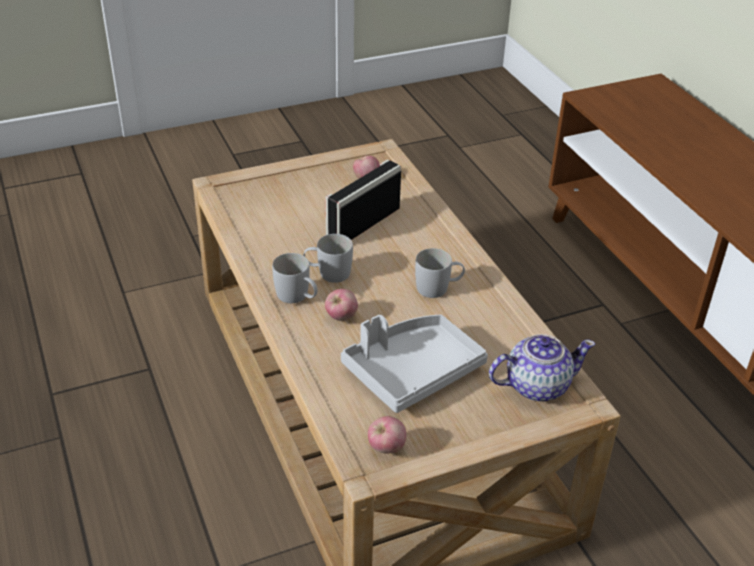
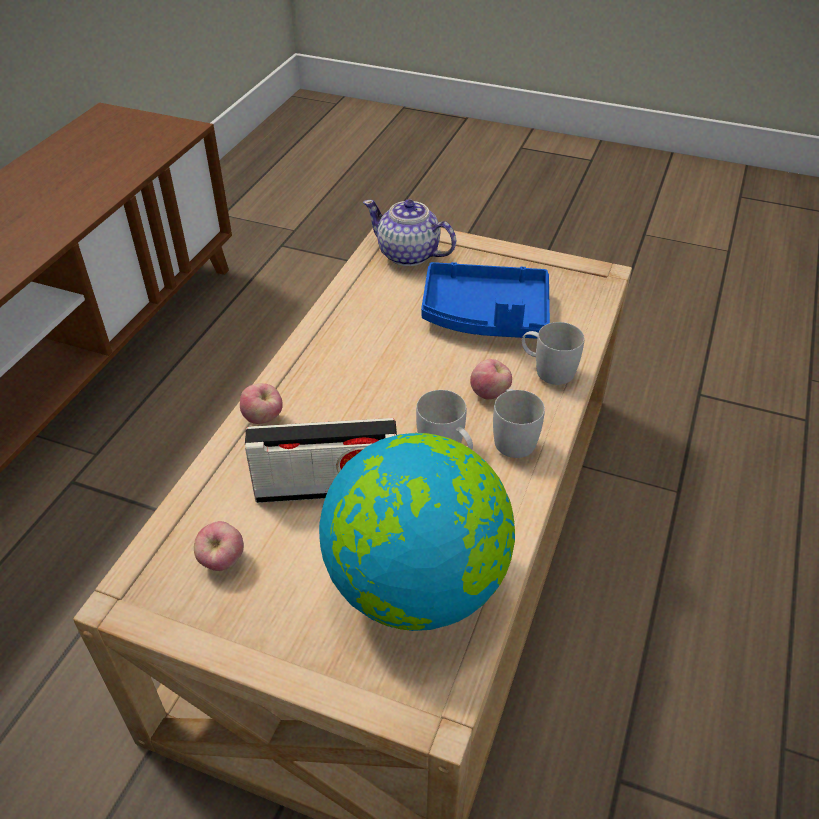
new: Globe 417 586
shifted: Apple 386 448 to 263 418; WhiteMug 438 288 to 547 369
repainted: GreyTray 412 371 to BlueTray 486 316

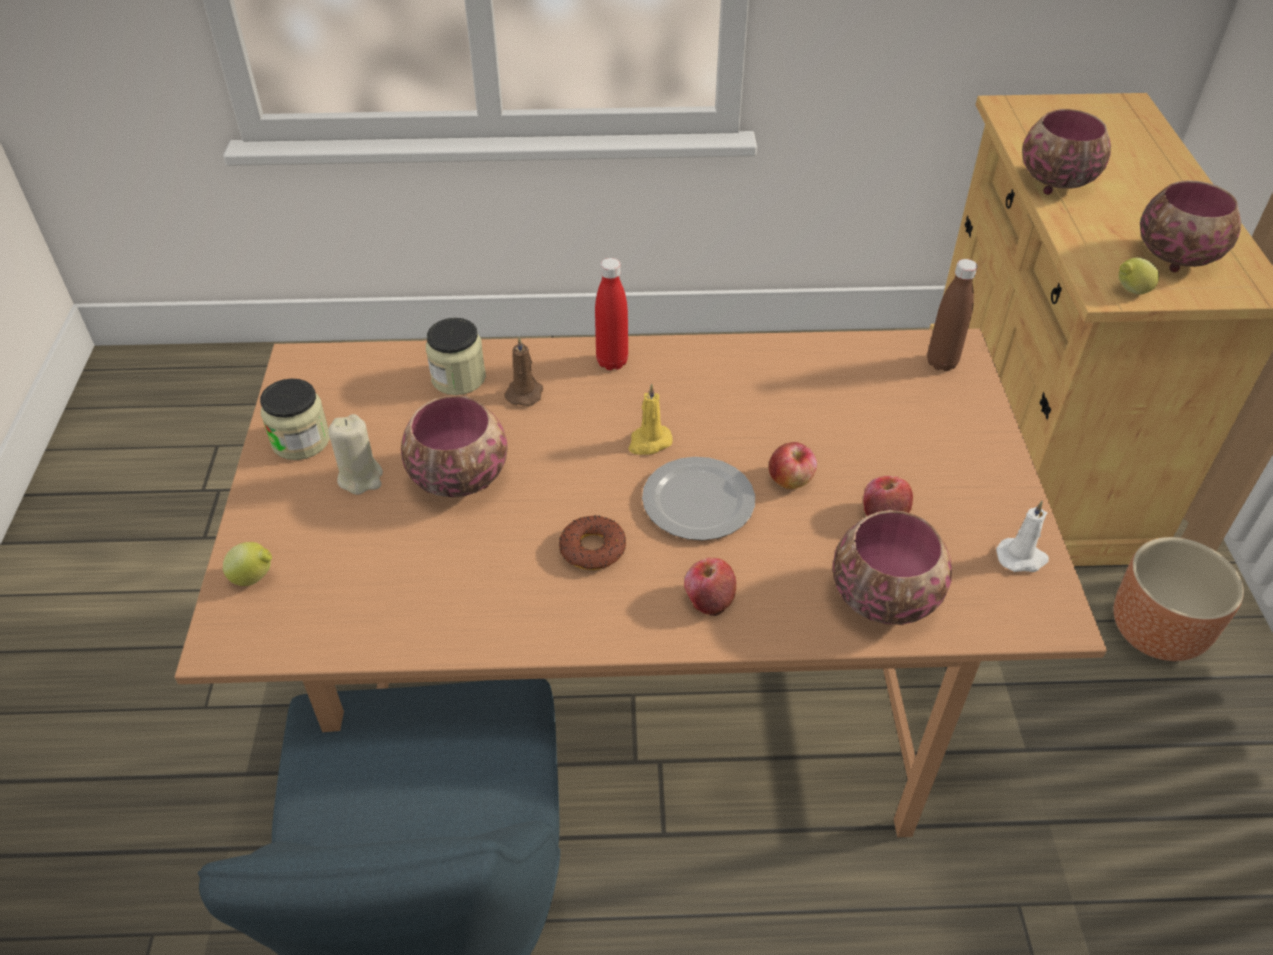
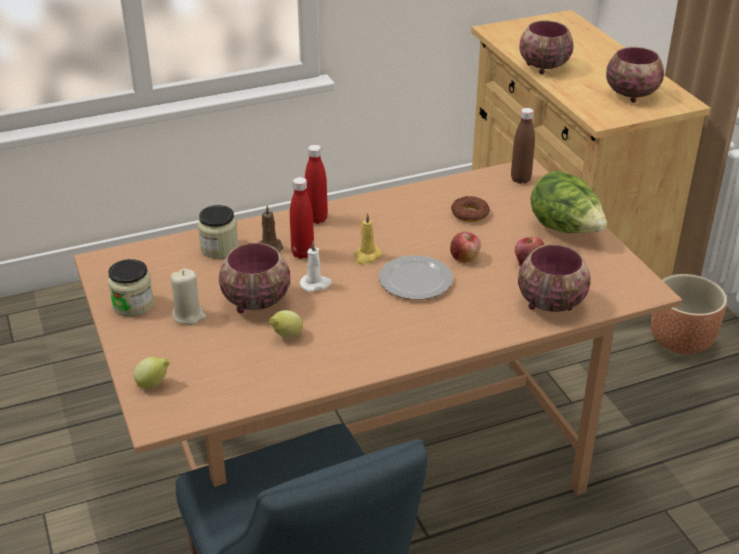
gone: Apple 709 599
new: RedBottle 302 253; Lettuce 565 229
shifted: Donut 592 548 to 469 214; WhiteCandle 1022 558 to 316 284; Lemon 1130 291 to 286 336

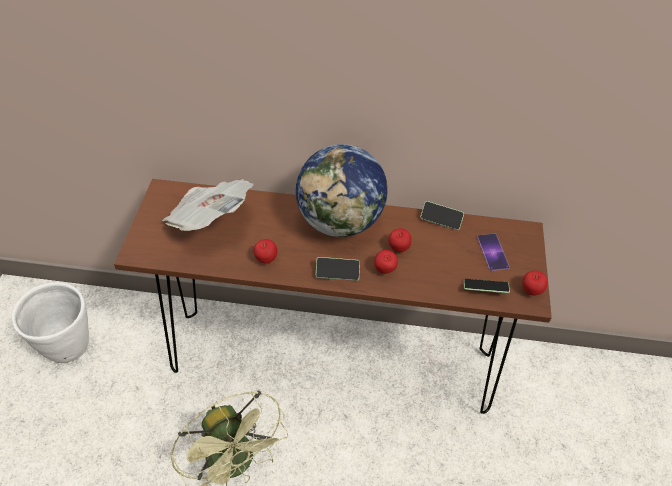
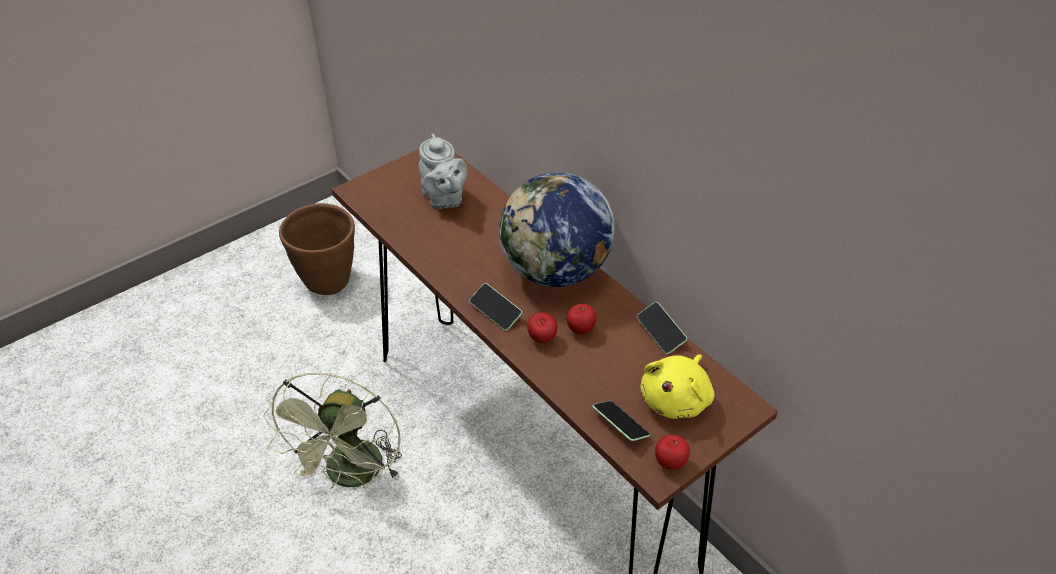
gone: Apple 266 259
swapped: Newspaper 210 219 to GreyTeapot 444 199; Phone 492 252 to YellowPlushToy 676 399
repainted: WhitePlanter 69 347 to BrownPlanter 329 282

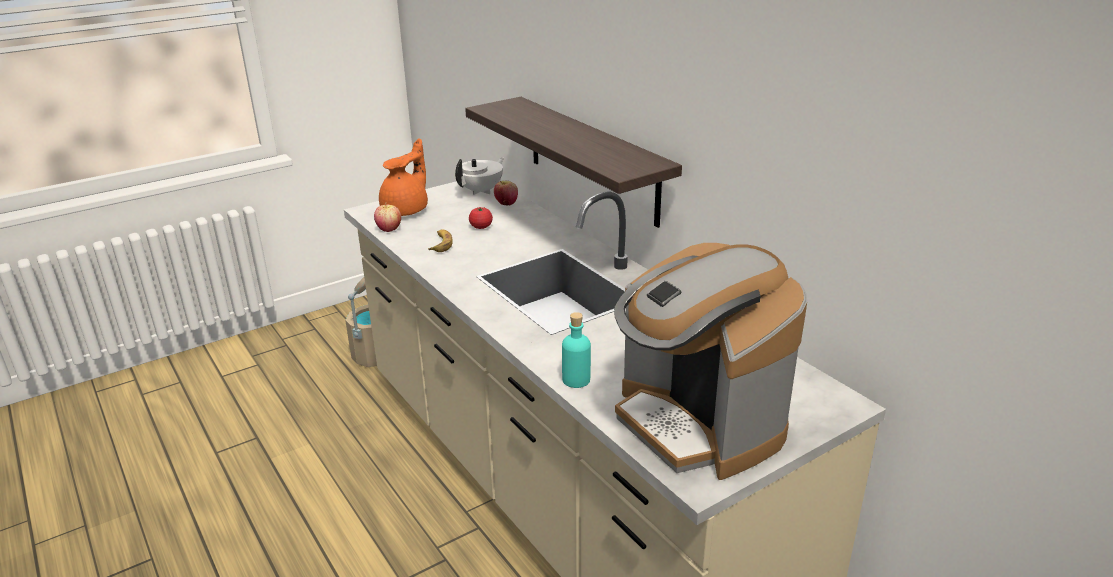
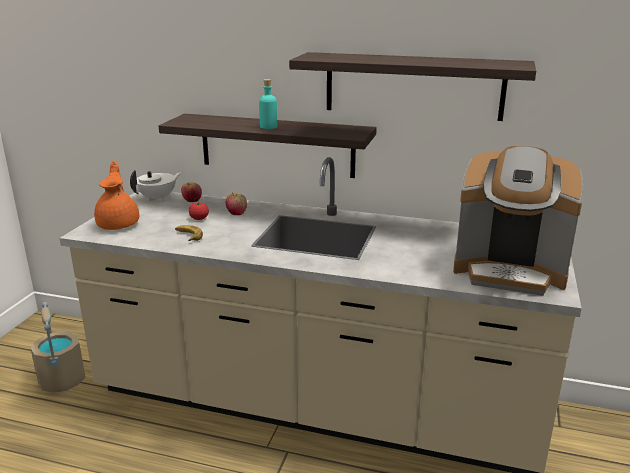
new: Shelf 413 86
shifted: Apple 389 229 to 236 213; TurquoiseBottle 576 380 to 268 127
rotated: WhiteTeapot 481 191 = 158 198 45 degrees clockwise

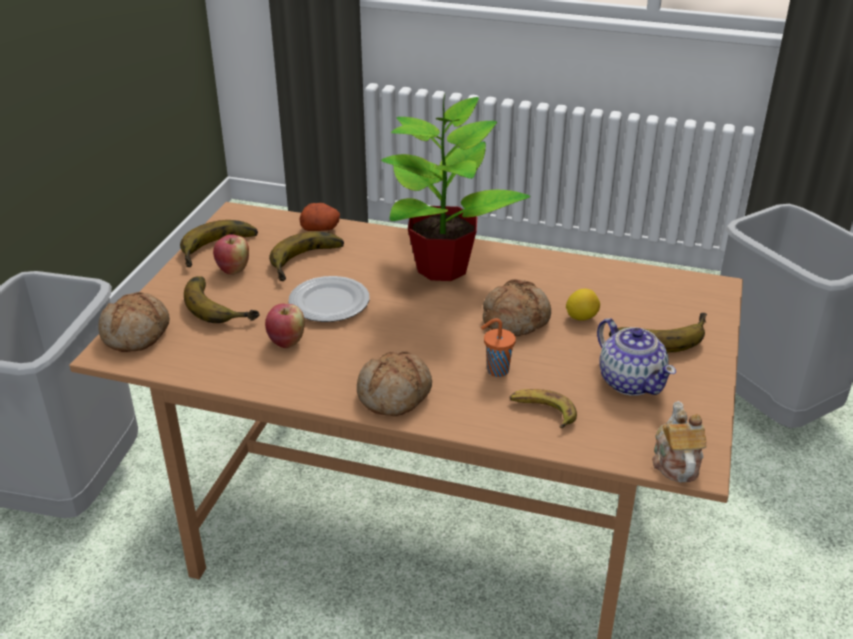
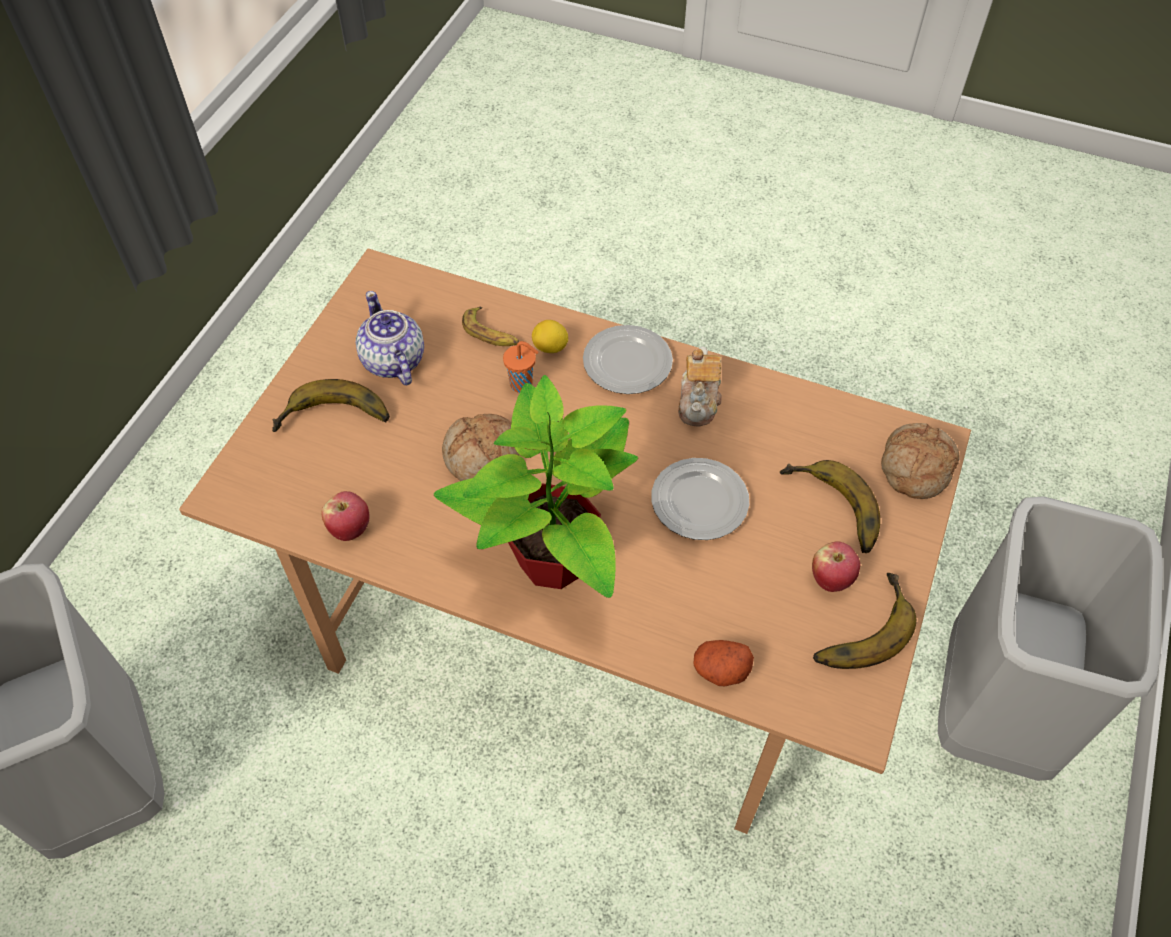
gone: Banana 310 262
shifted: Apple 286 342 to 350 529; Lemon 581 317 to 550 348; Teapot 675 461 to 699 401
swapped: Bread 395 395 to Plate 627 362

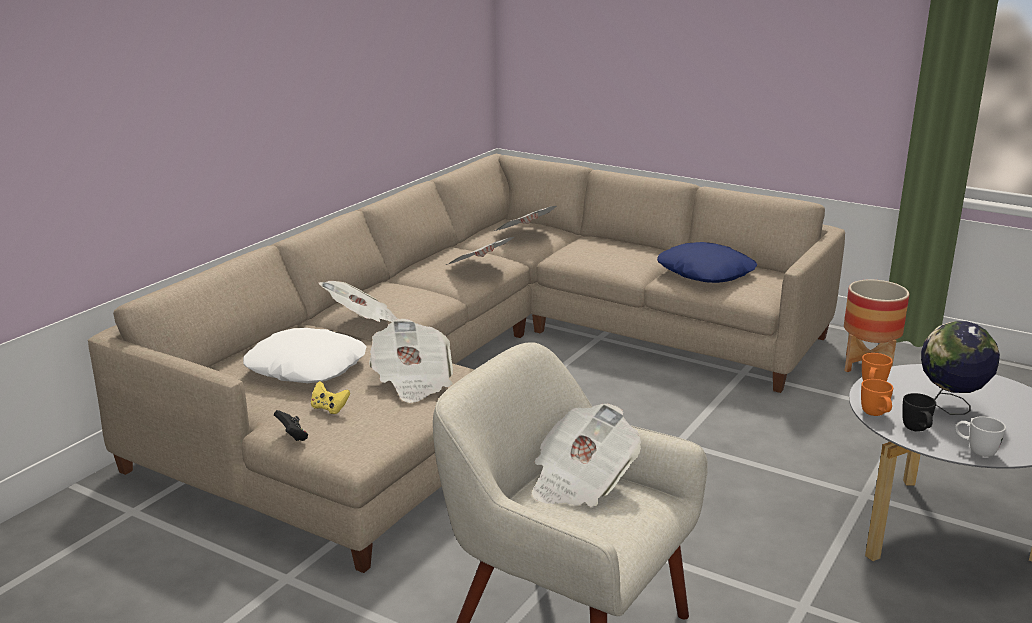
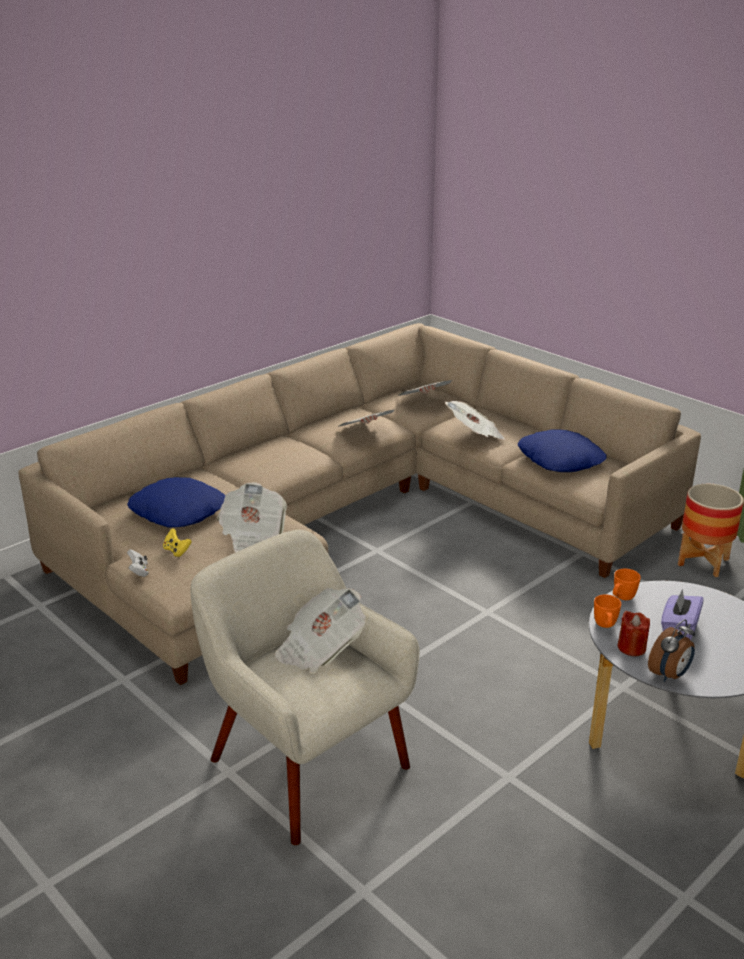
shifted: Newspaper 363 322 to 475 435
swapped: BlackMug 917 431 to RedCandle 631 647; Globe 950 407 to PurpleTissueBox 678 629; WhiteMug 975 451 to AlarmClock 669 675
repainted: WhitePillow 307 367 to BluePillow 179 511; BlackGameController 292 436 to WhiteGameController 139 571

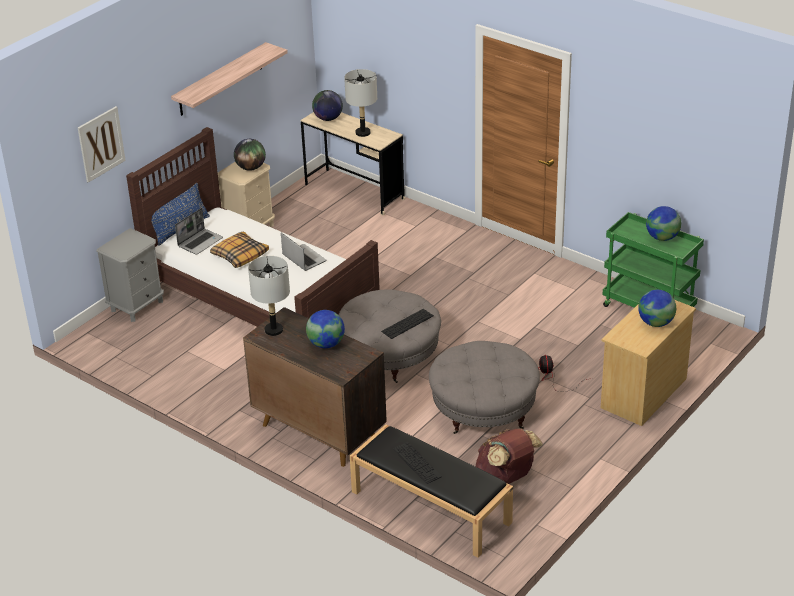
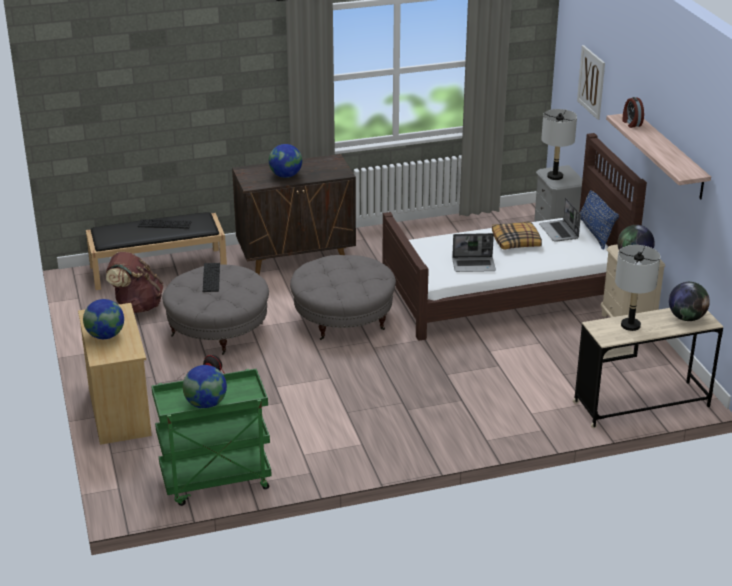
new: AlarmClock 631 123
shifted: GreyTableLamp 274 330 to 554 176; Keyboard 407 323 to 211 277

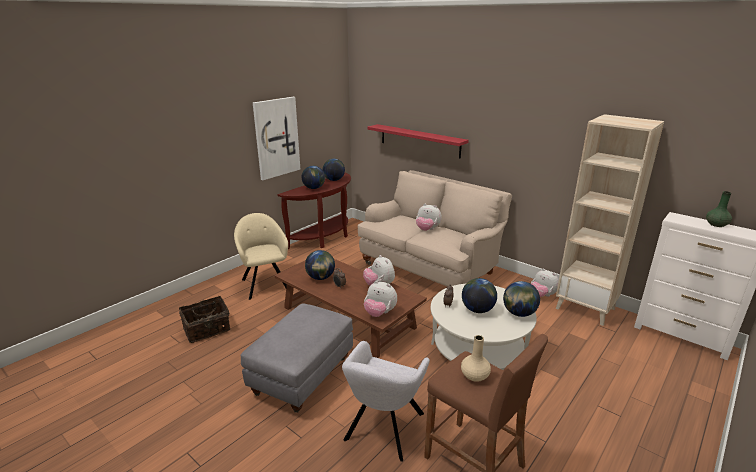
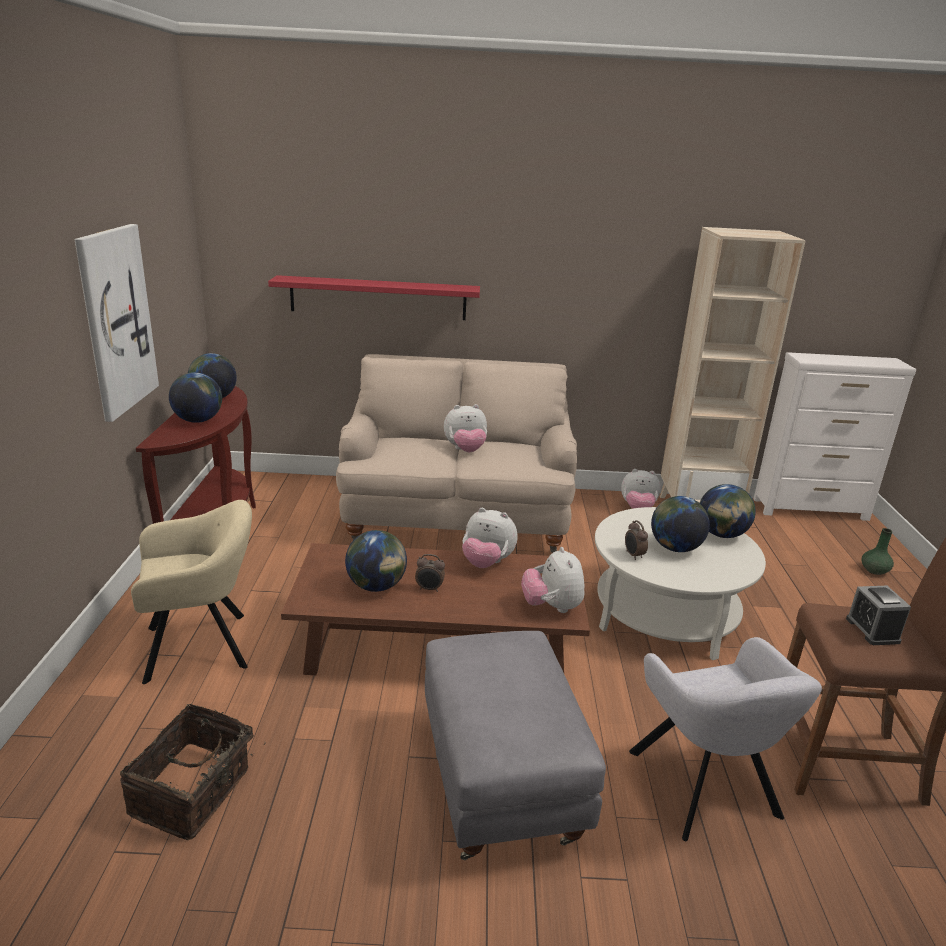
shifted: GreenVase 716 224 to 874 570
swapped: BeigeVase 475 376 to AlarmClock 872 630
rotated: BeigeArmchair 265 283 = 202 646 135 degrees clockwise; PlushToy 380 313 = 551 607 90 degrees clockwise

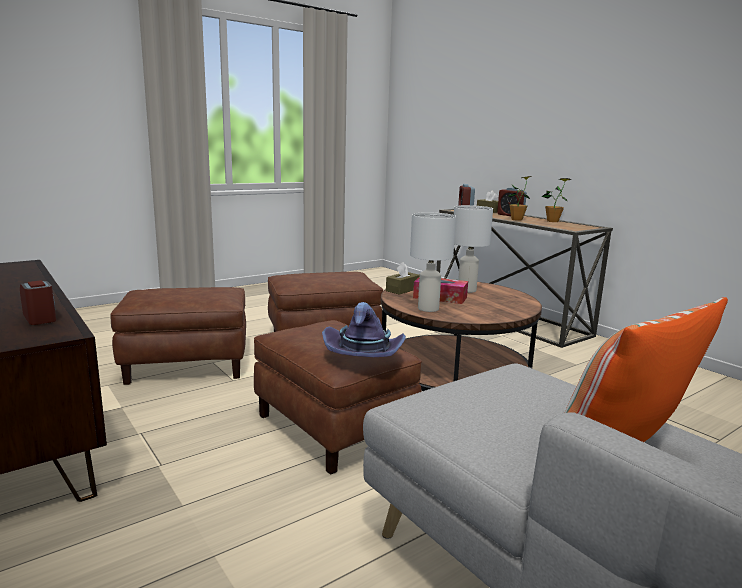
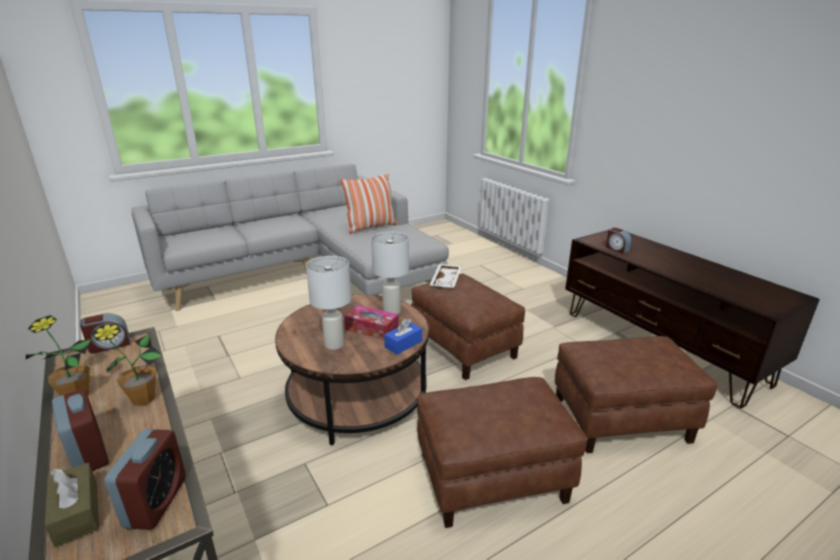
new: AlarmClock 109 345
swapped: PurpleHat 364 355 to WhiteTray 447 281
repainted: BrownTissueBox 402 289 to BlueTissueBox 403 344

